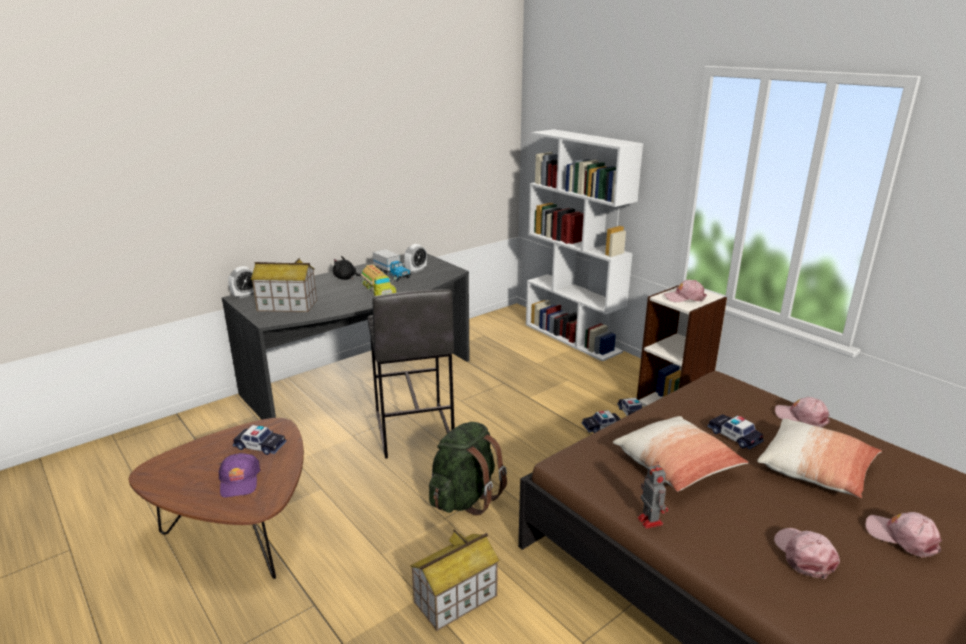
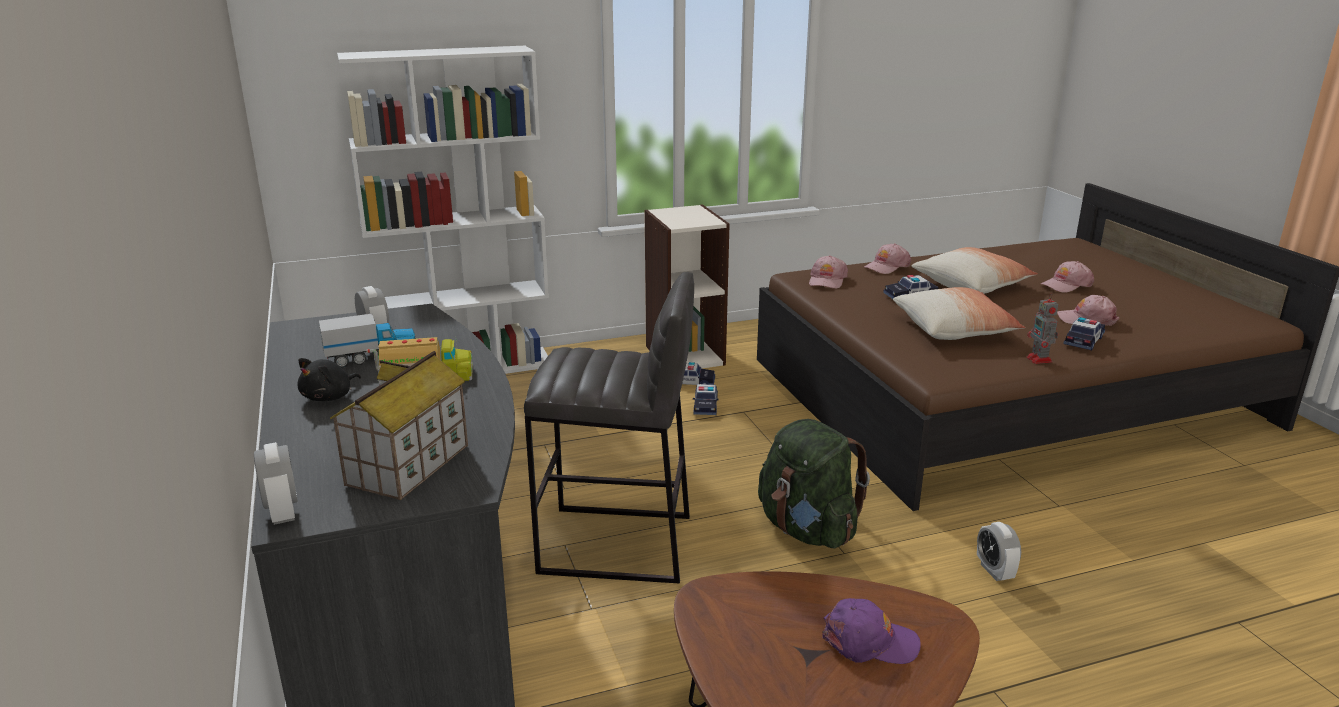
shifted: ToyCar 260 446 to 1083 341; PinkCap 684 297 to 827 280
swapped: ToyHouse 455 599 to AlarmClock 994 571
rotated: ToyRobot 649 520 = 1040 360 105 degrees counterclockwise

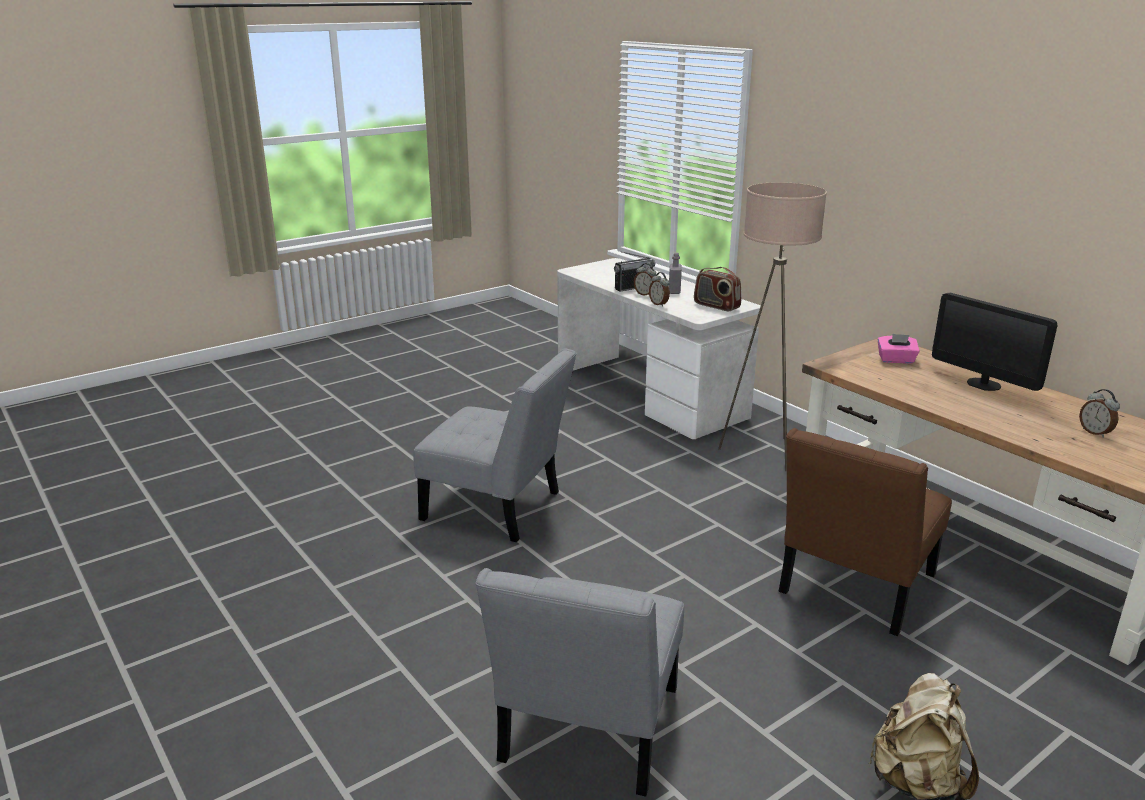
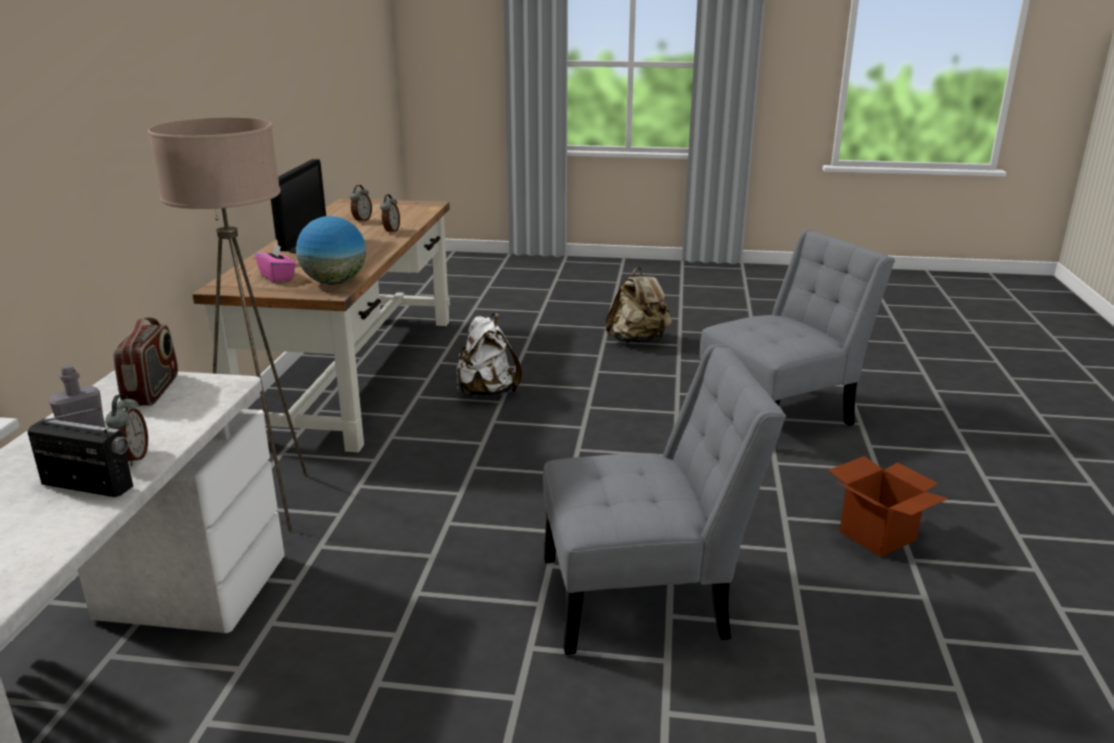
new: Globe 334 282; CardboardBox 877 536
shifted: AlarmClock 659 304 to 391 231
swapped: BrownChair 853 588 to WhiteBackpack 487 393
rotated: GreyChair 498 508 = 645 596 105 degrees clockwise

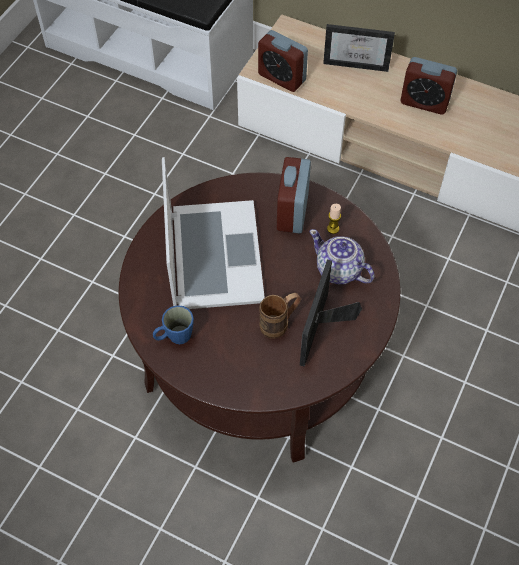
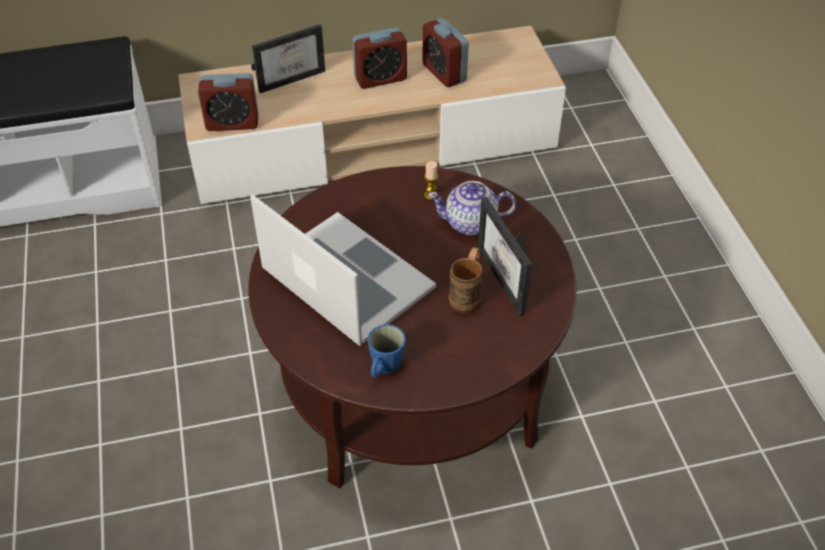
shifted: AlarmClock 292 212 to 444 73

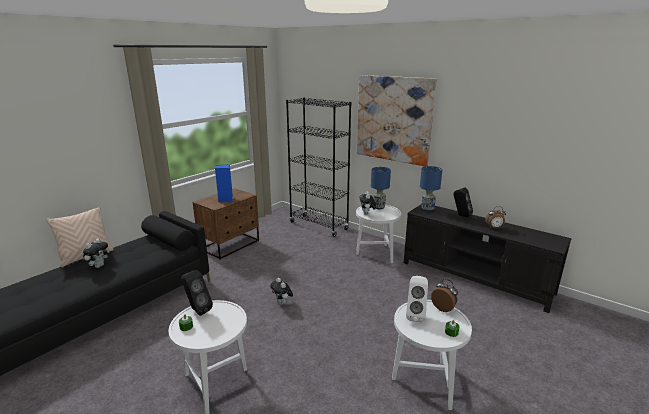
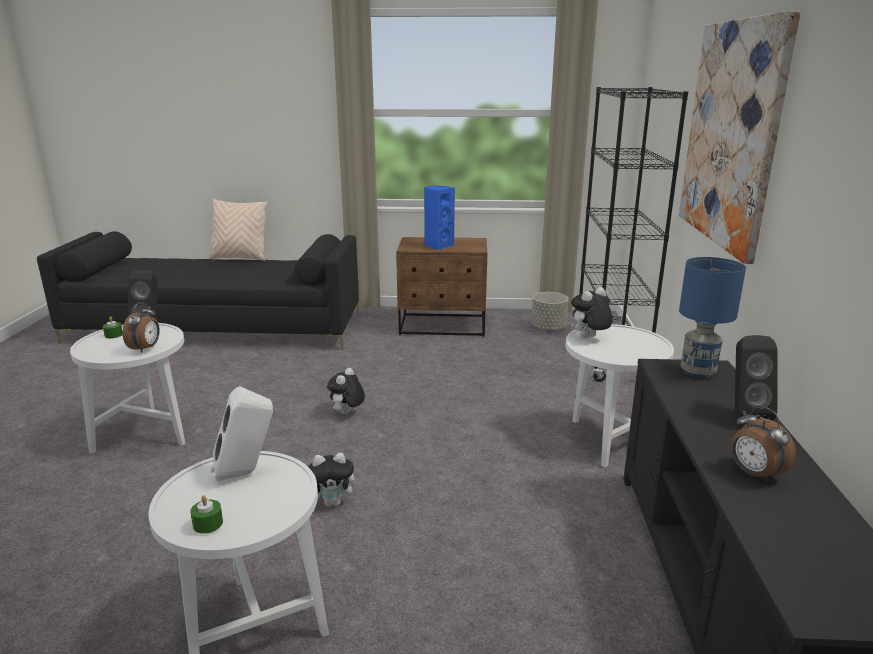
gone: BlueTableLamp 378 207
new: GreyPlanter 548 328
shifted: PlushToy 99 266 to 334 502; AlarmClock 444 308 to 146 348

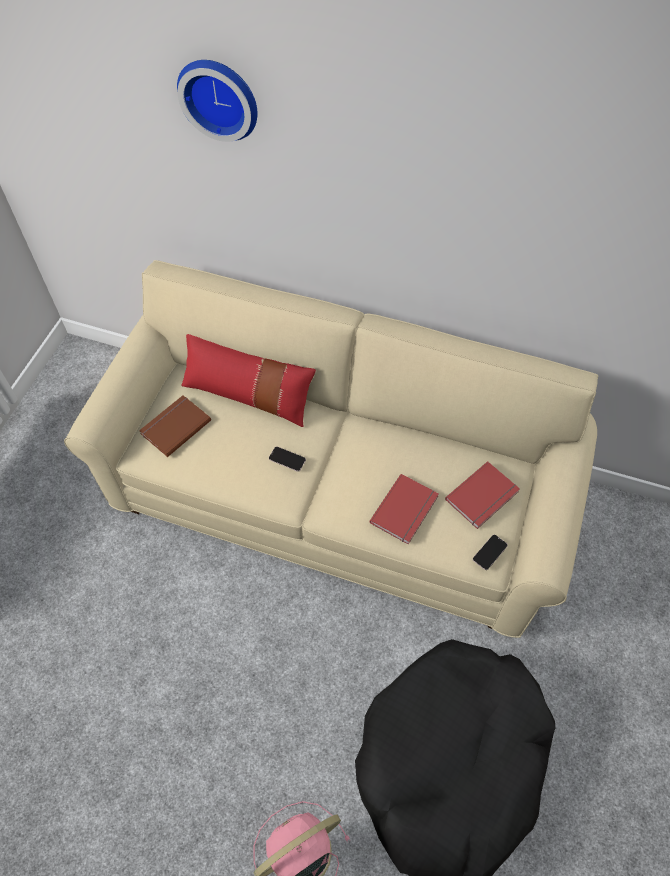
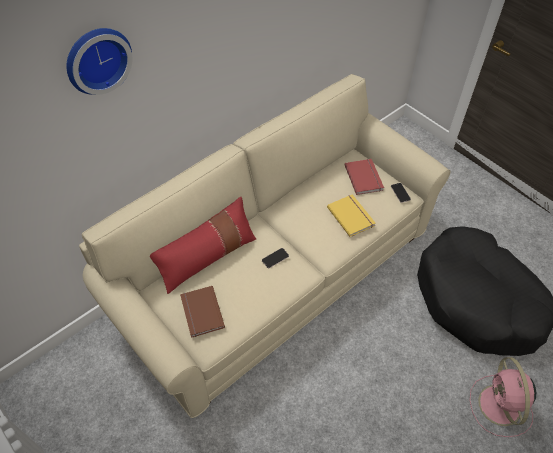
repainted: RedBook 406 510 to YellowBook 351 216

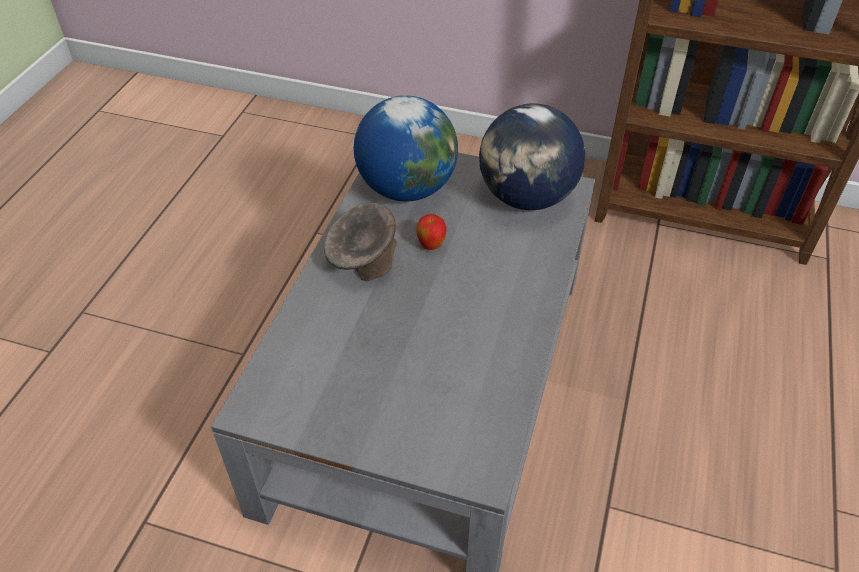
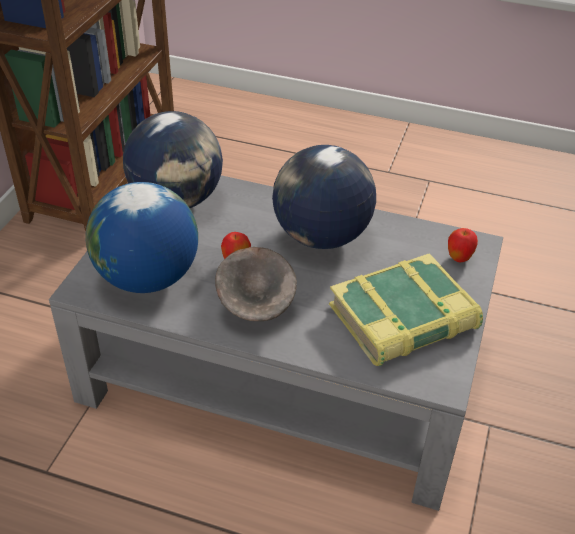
new: Globe 321 236; Book 404 319; Apple 459 258

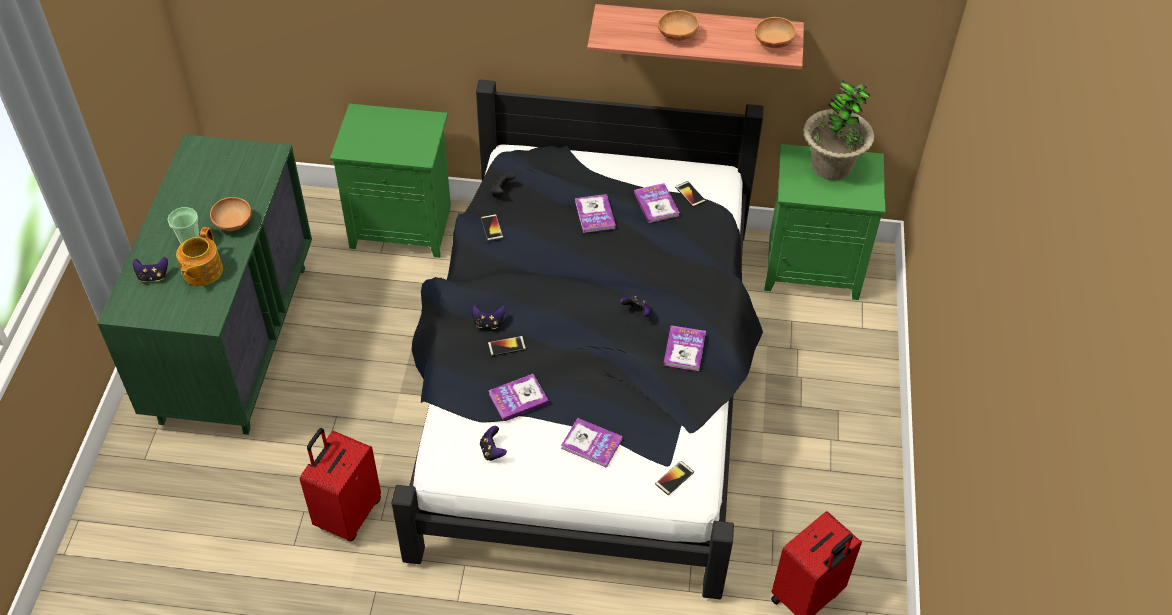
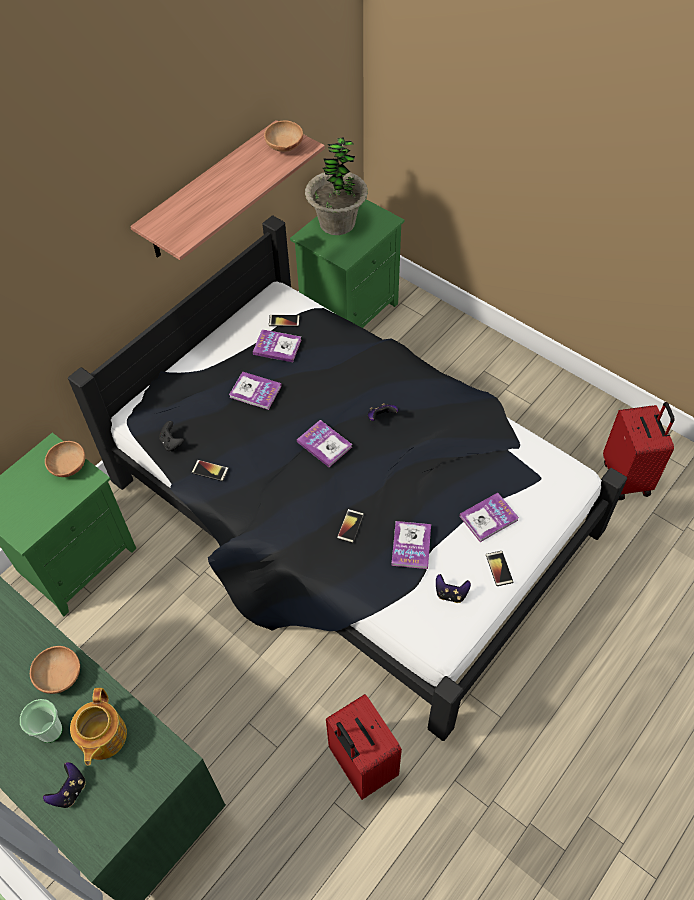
gone: GameController 488 323
shifted: Phone 674 478 to 499 568; BrownBowl 676 36 to 68 467; Book 684 349 to 324 444
rotated: Teapot 201 271 = 102 737 45 degrees clockwise

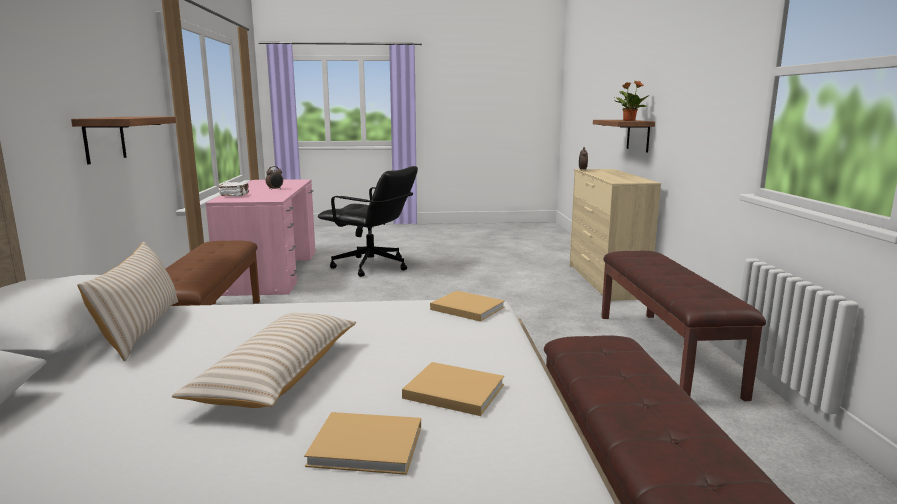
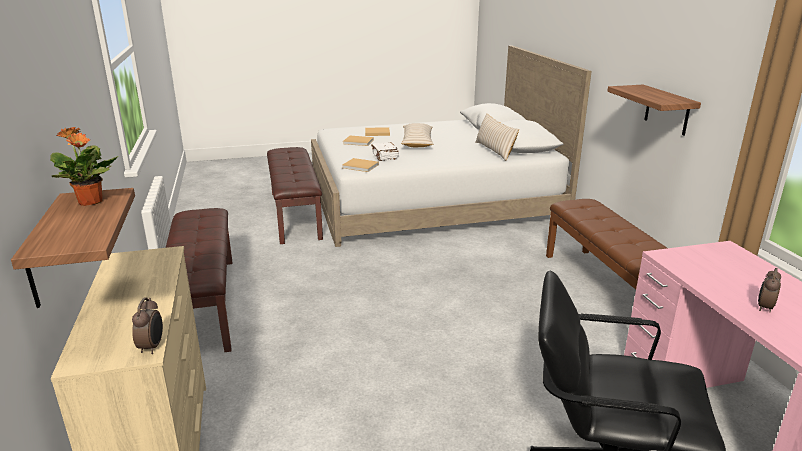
shifted: WhiteBook 235 195 to 384 156

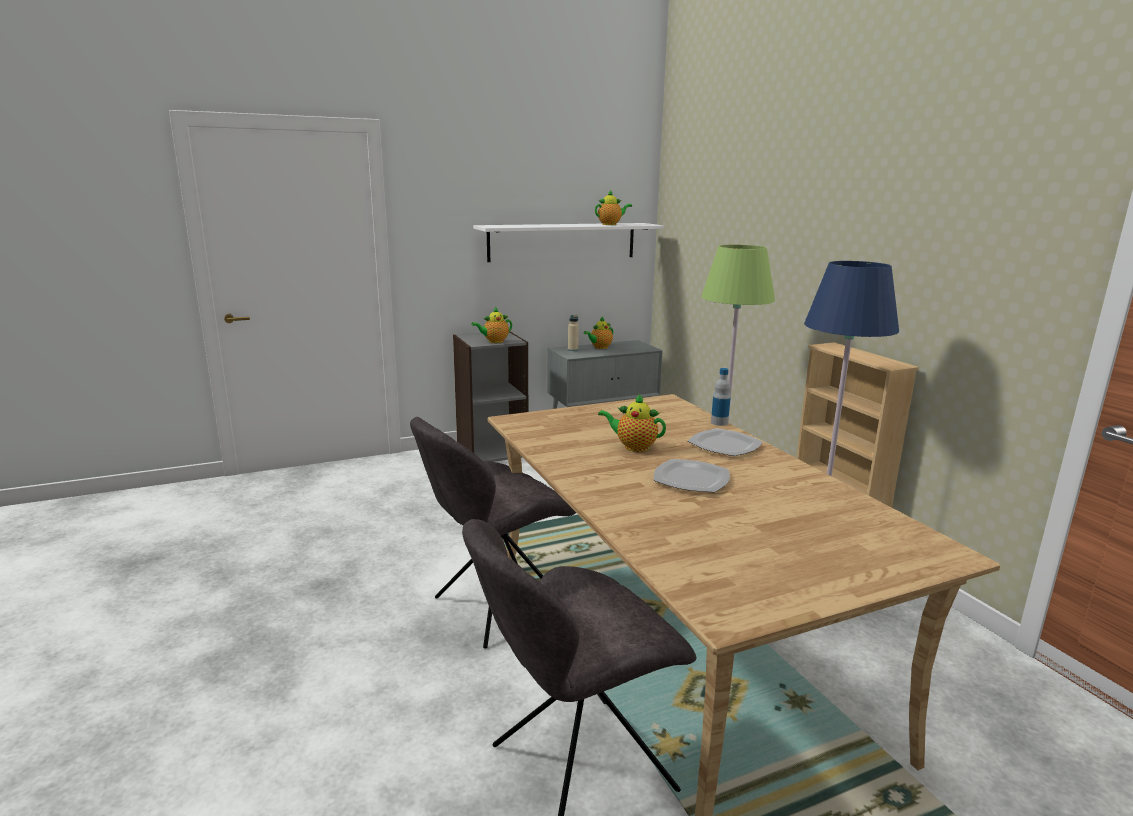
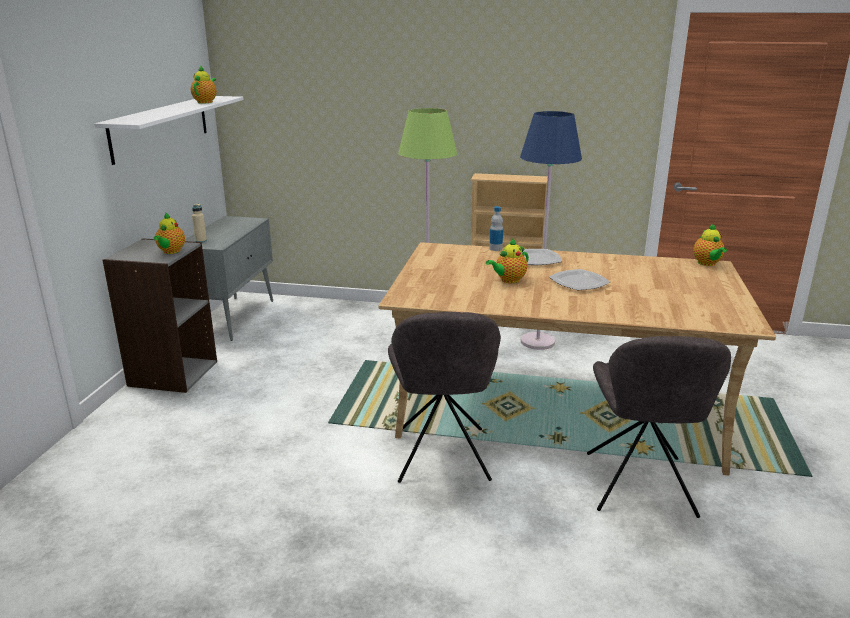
shifted: Teapot 599 347 to 707 263

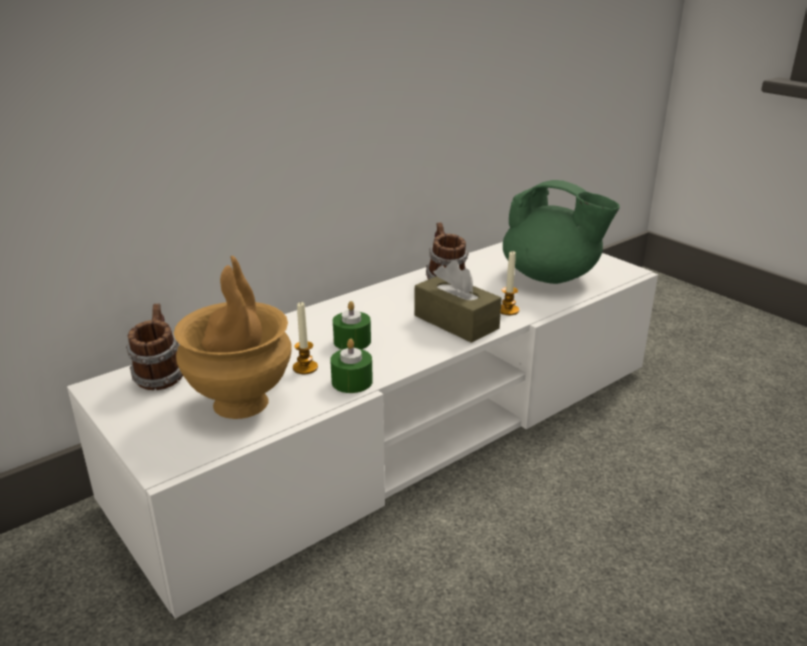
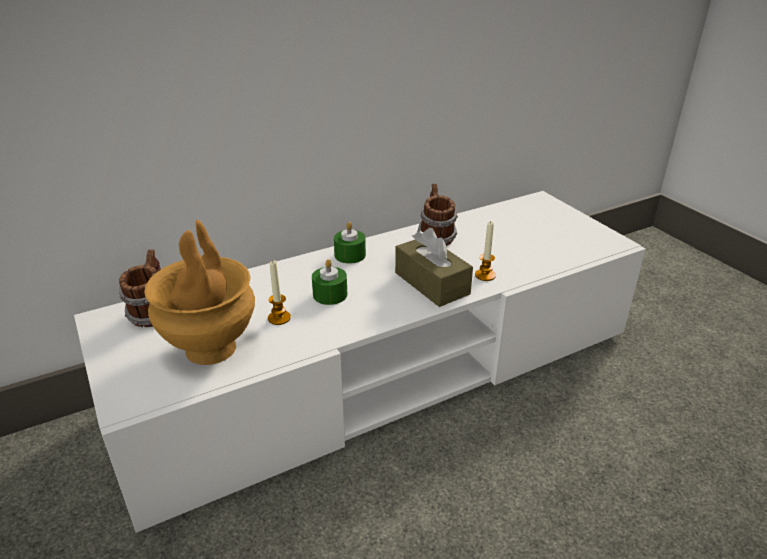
gone: GreenTeapot 551 277
shifted: GreenCandle 352 381 to 350 255

